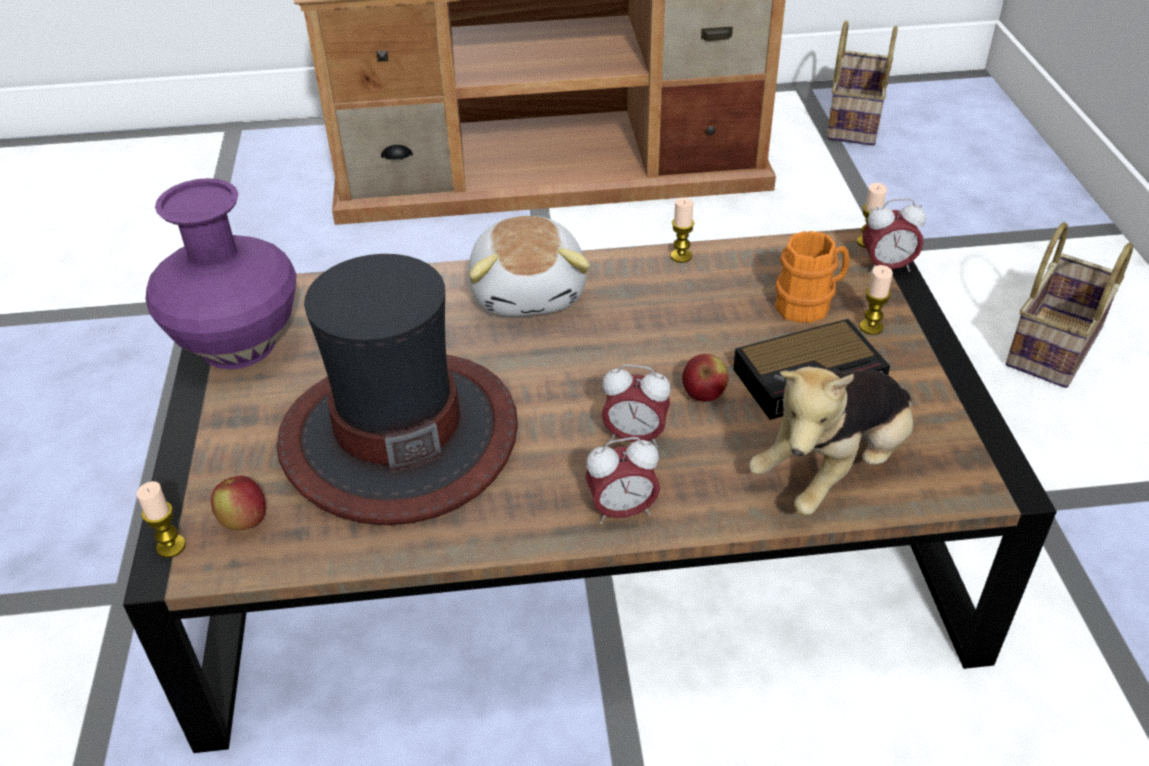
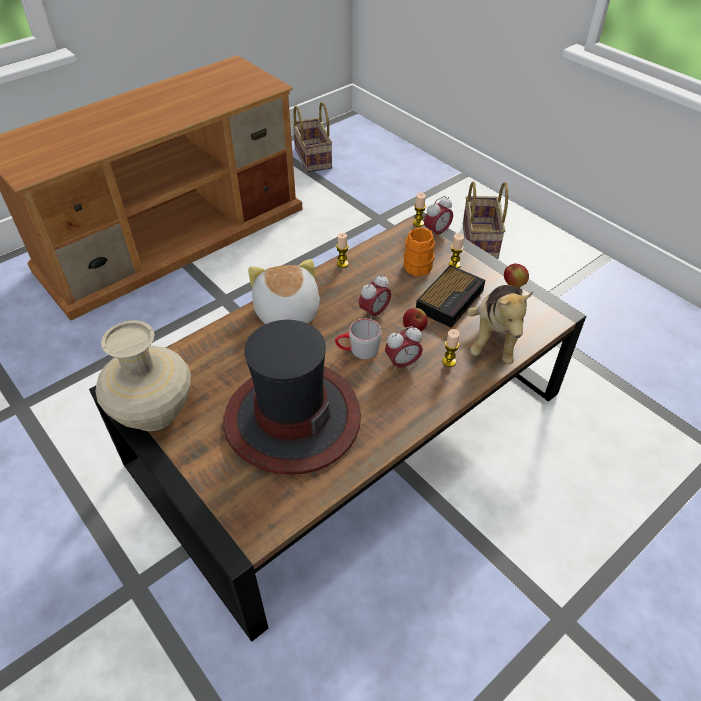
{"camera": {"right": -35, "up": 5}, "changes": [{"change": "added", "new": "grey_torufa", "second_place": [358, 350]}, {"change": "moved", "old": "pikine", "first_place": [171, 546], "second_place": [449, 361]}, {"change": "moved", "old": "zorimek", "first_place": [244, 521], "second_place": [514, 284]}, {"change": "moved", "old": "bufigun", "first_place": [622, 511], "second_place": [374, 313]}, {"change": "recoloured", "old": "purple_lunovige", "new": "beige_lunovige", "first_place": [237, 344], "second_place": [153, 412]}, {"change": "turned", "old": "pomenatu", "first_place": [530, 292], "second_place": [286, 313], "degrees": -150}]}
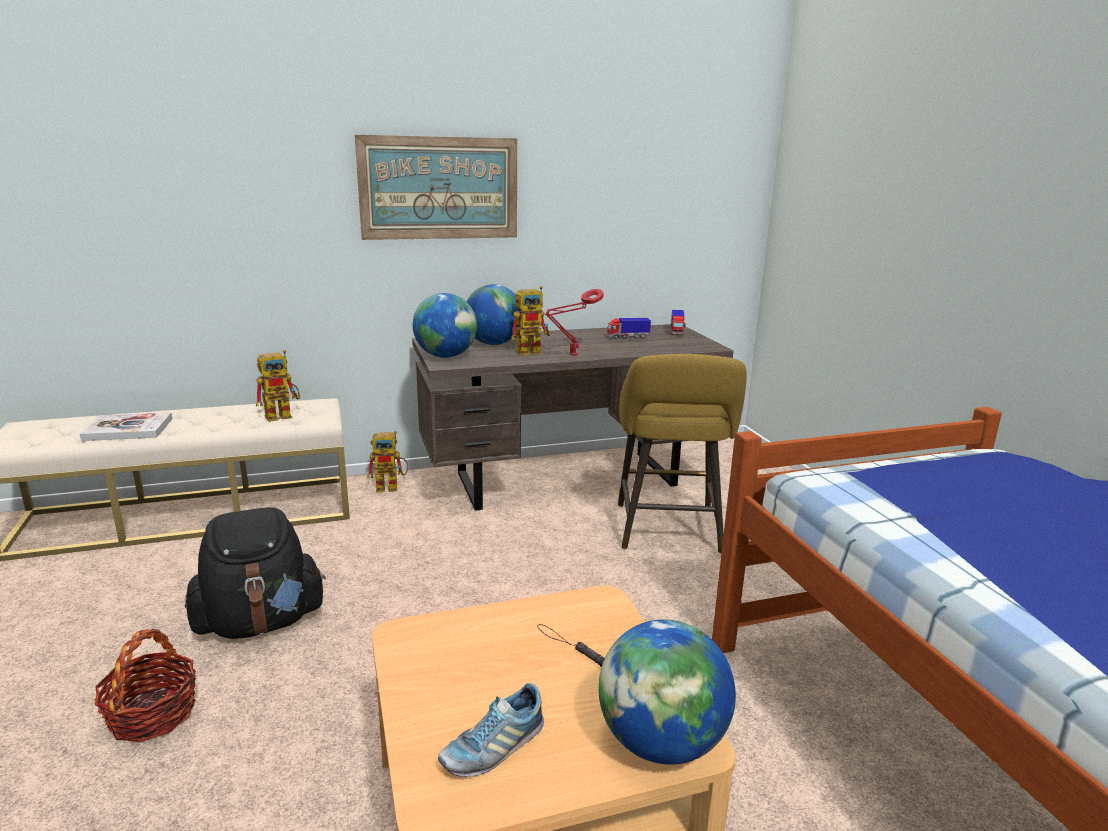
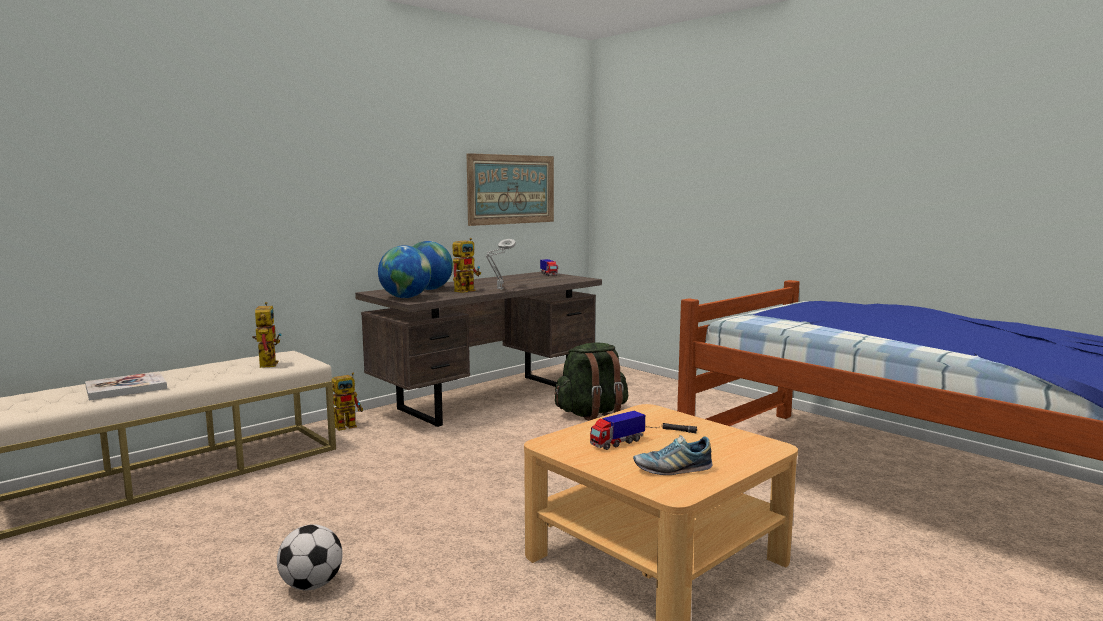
{"camera": {"right": -25, "up": -10}, "changes": [{"change": "removed", "old": "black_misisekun", "first_place": [261, 623]}, {"change": "removed", "old": "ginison", "first_place": [661, 743]}, {"change": "moved", "old": "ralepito", "first_place": [439, 188], "second_place": [511, 189]}, {"change": "moved", "old": "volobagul", "first_place": [627, 337], "second_place": [616, 443]}, {"change": "replaced", "old": "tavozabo", "new": "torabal", "first_place": [152, 714], "second_place": [311, 585]}, {"change": "replaced", "old": "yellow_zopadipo", "new": "green_misisekun", "first_place": [668, 532], "second_place": [592, 413]}, {"change": "recoloured", "old": "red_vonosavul", "new": "grey_vonosavul", "first_place": [572, 355], "second_place": [499, 289]}, {"change": "turned", "old": "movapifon", "first_place": [283, 415], "second_place": [267, 363], "degrees": -45}, {"change": "turned", "old": "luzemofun", "first_place": [493, 748], "second_place": [672, 469], "degrees": 60}]}
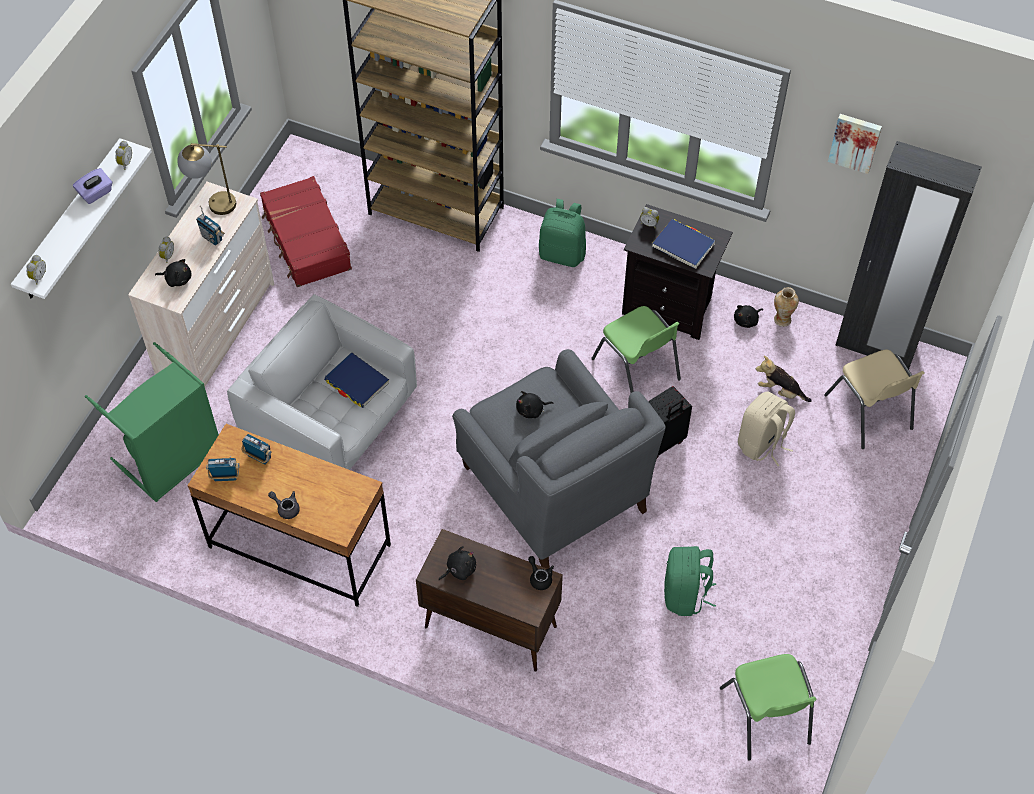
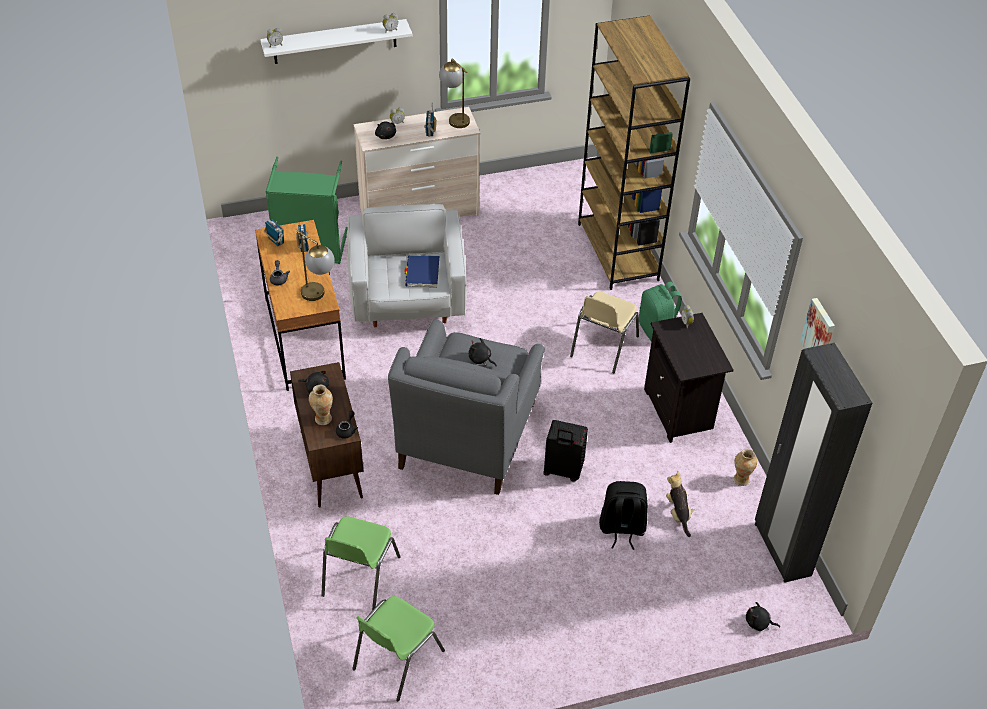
{"camera": {"right": 50, "up": -10}, "changes": [{"change": "removed", "old": "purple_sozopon", "first_place": [96, 193]}, {"change": "removed", "old": "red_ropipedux", "first_place": [306, 240]}, {"change": "removed", "old": "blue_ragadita", "first_place": [683, 245]}, {"change": "removed", "old": "green_misisekun", "first_place": [685, 594]}, {"change": "added", "new": "vonosavul", "second_place": [319, 296]}, {"change": "added", "new": "lunovige", "second_place": [323, 418]}, {"change": "moved", "old": "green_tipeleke", "first_place": [637, 370], "second_place": [359, 577]}, {"change": "moved", "old": "black_pomenatu", "first_place": [747, 320], "second_place": [758, 623]}, {"change": "moved", "old": "beige_tipeleke", "first_place": [869, 413], "second_place": [602, 347]}, {"change": "recoloured", "old": "beige_misisekun", "new": "black_misisekun", "first_place": [762, 444], "second_place": [621, 528]}]}
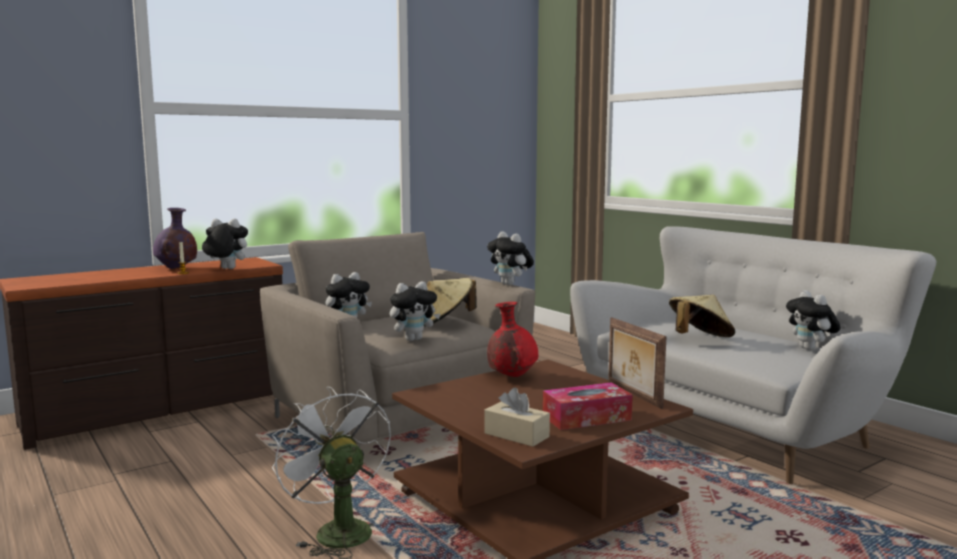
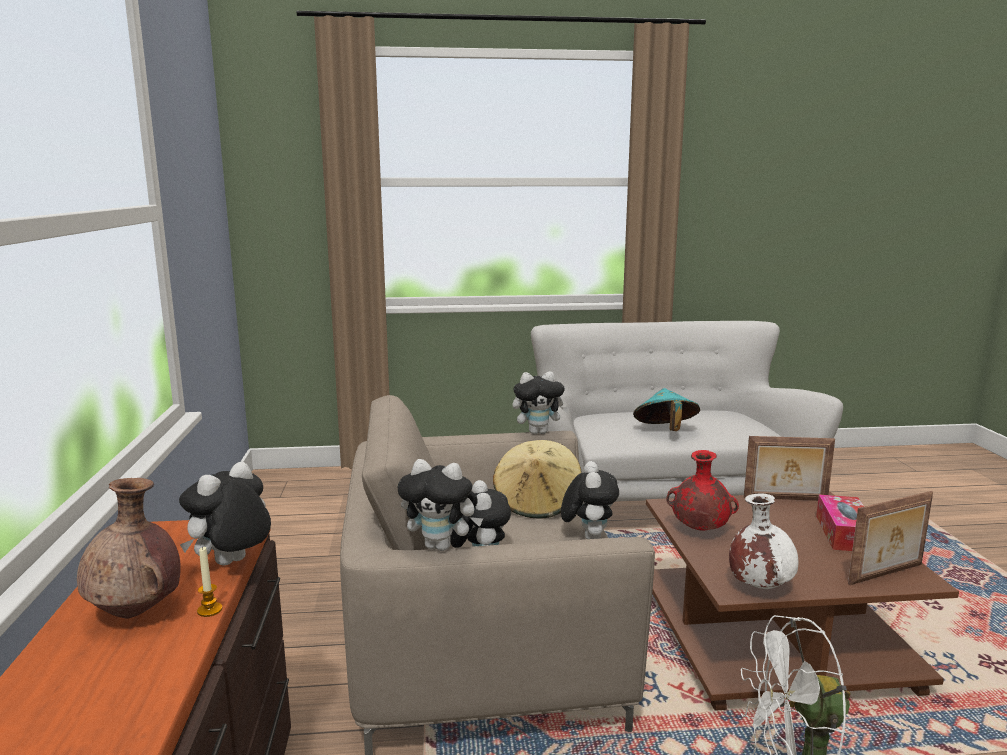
{"camera": {"right": -60, "up": 5}, "changes": [{"change": "added", "new": "white_lunovige", "second_place": [759, 586]}, {"change": "moved", "old": "pomenatu", "first_place": [810, 349], "second_place": [441, 546]}, {"change": "replaced", "old": "beige_sozopon", "new": "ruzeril", "first_place": [516, 435], "second_place": [887, 575]}, {"change": "recoloured", "old": "purple_lunovige", "new": "brown_lunovige", "first_place": [176, 268], "second_place": [137, 612]}, {"change": "recoloured", "old": "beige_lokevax", "new": "turquoise_lokevax", "first_place": [699, 339], "second_place": [665, 431]}]}
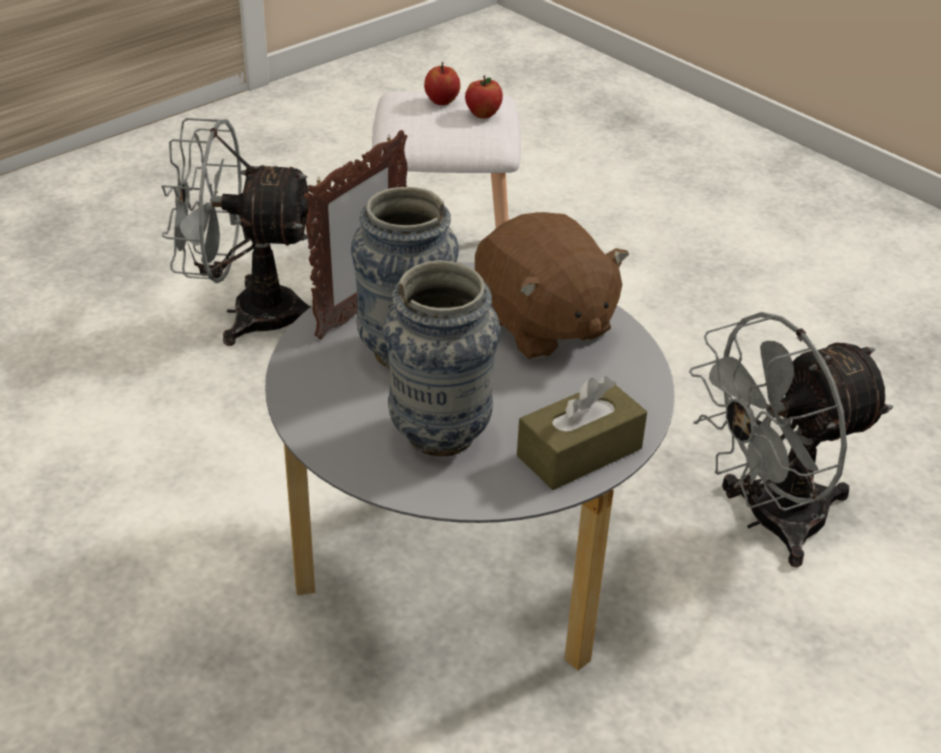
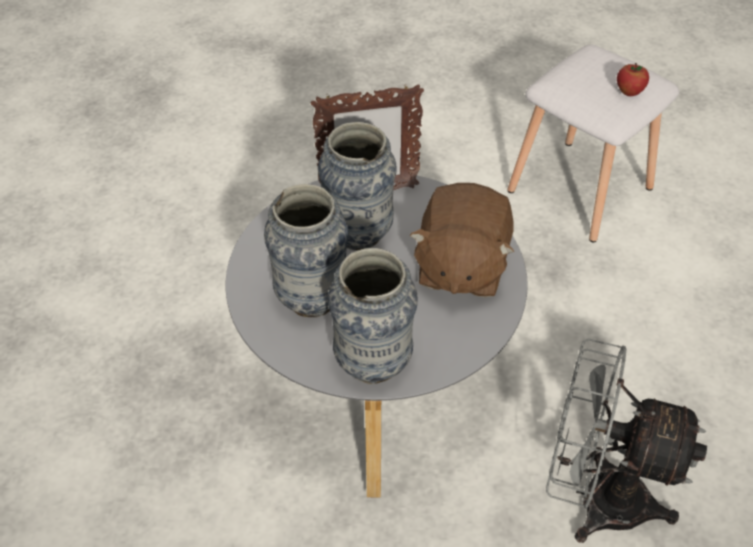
{"camera": {"right": 45, "up": 10}, "changes": [{"change": "removed", "old": "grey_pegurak", "first_place": [247, 314]}, {"change": "removed", "old": "zorimek", "first_place": [442, 101]}, {"change": "replaced", "old": "brown_sozopon", "new": "lunovige", "first_place": [579, 452], "second_place": [373, 363]}]}
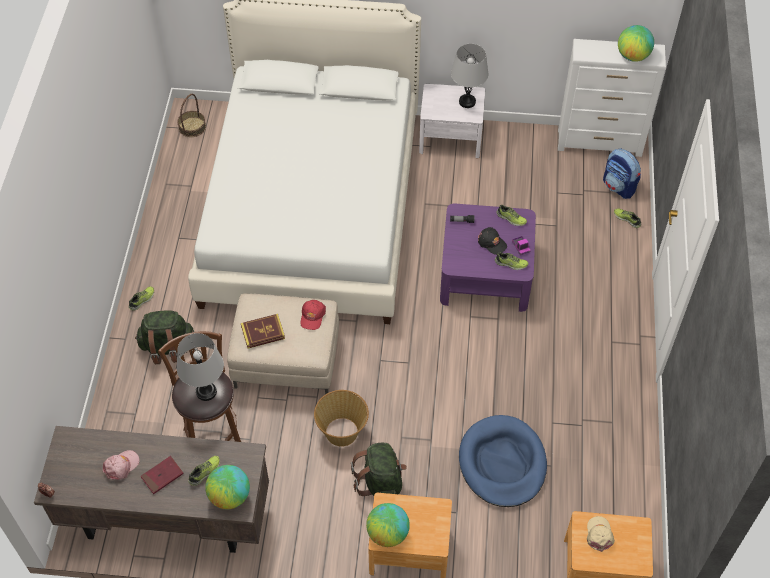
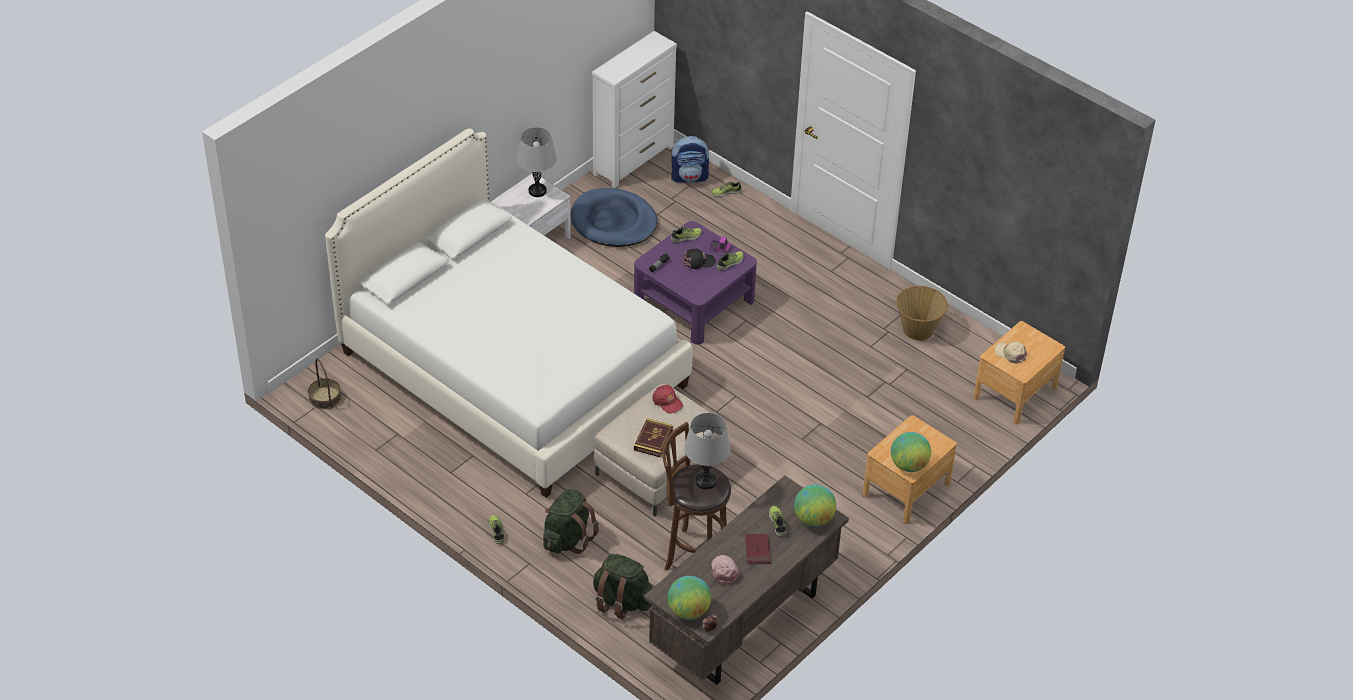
{"camera": {"right": -55, "up": -10}, "changes": [{"change": "moved", "old": "tavozabo", "first_place": [342, 431], "second_place": [918, 329]}, {"change": "moved", "old": "green_misisekun", "first_place": [381, 483], "second_place": [622, 601]}, {"change": "moved", "old": "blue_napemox", "first_place": [502, 463], "second_place": [613, 222]}, {"change": "moved", "old": "ginison", "first_place": [633, 56], "second_place": [688, 611]}]}
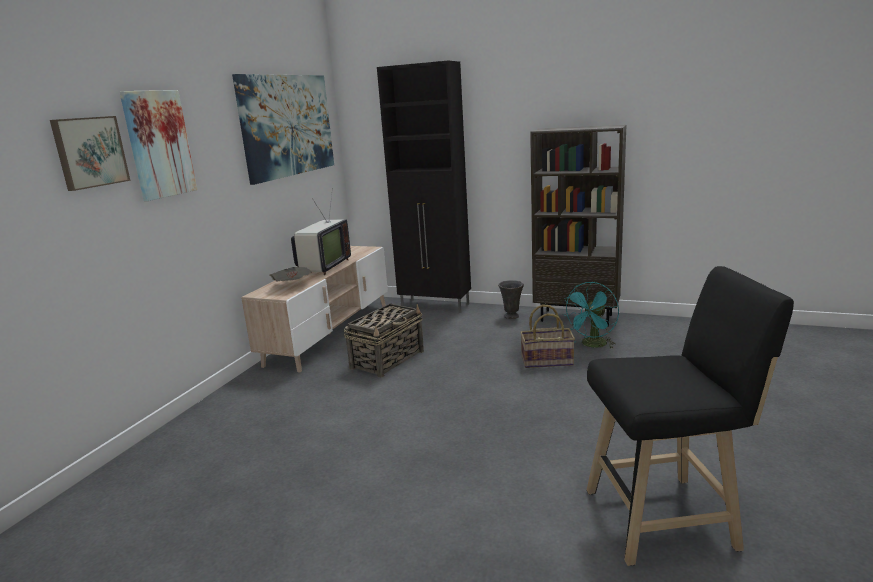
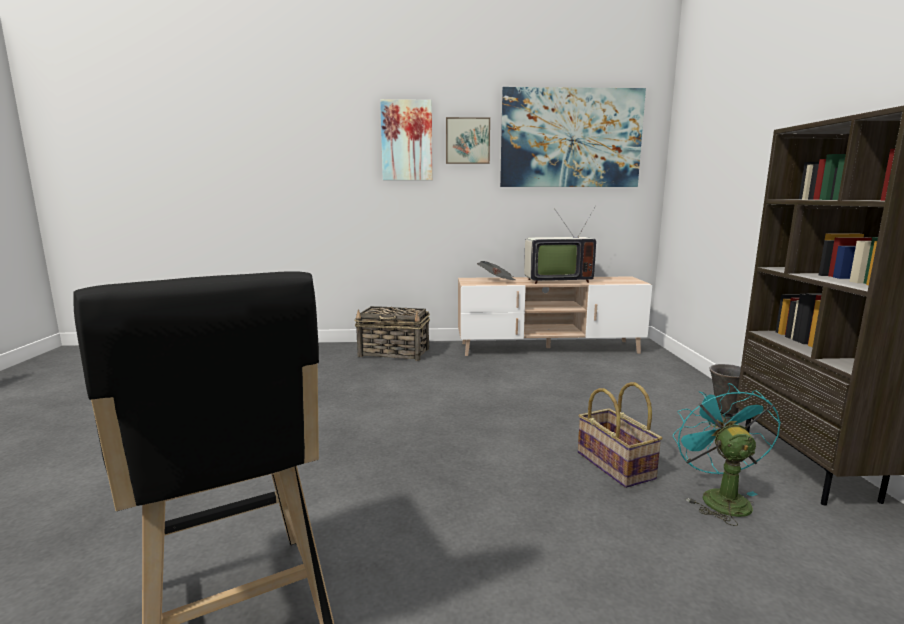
{"camera": {"right": 65, "up": -5}, "changes": [{"change": "removed", "old": "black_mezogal", "first_place": [436, 306]}, {"change": "moved", "old": "ralepito", "first_place": [89, 152], "second_place": [467, 141]}, {"change": "moved", "old": "tavozabo", "first_place": [388, 359], "second_place": [394, 353]}, {"change": "turned", "old": "turquoise_pegurak", "first_place": [592, 345], "second_place": [718, 497], "degrees": 75}]}
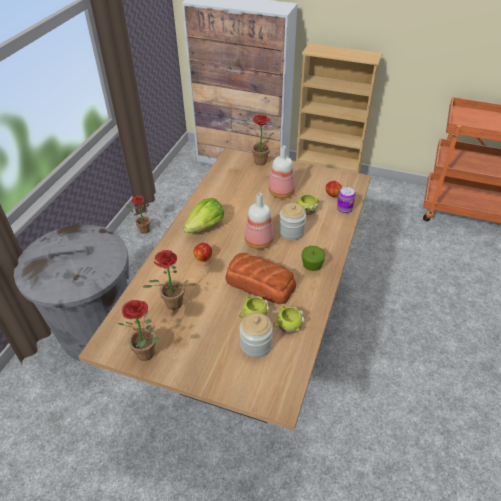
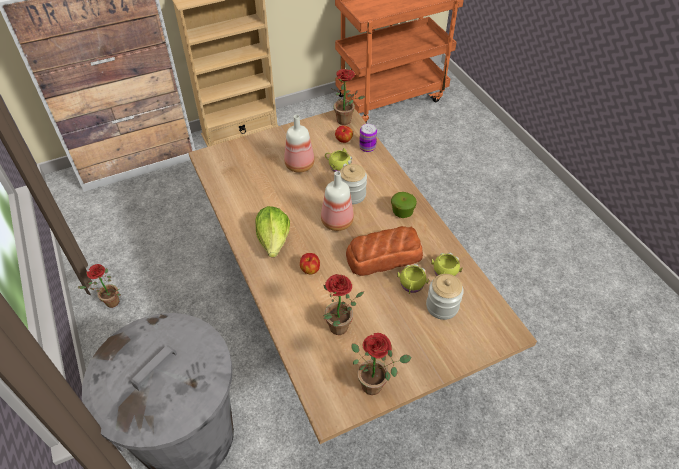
{"camera": {"right": -45, "up": 5}, "changes": [{"change": "moved", "old": "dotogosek", "first_place": [262, 163], "second_place": [347, 121]}]}
